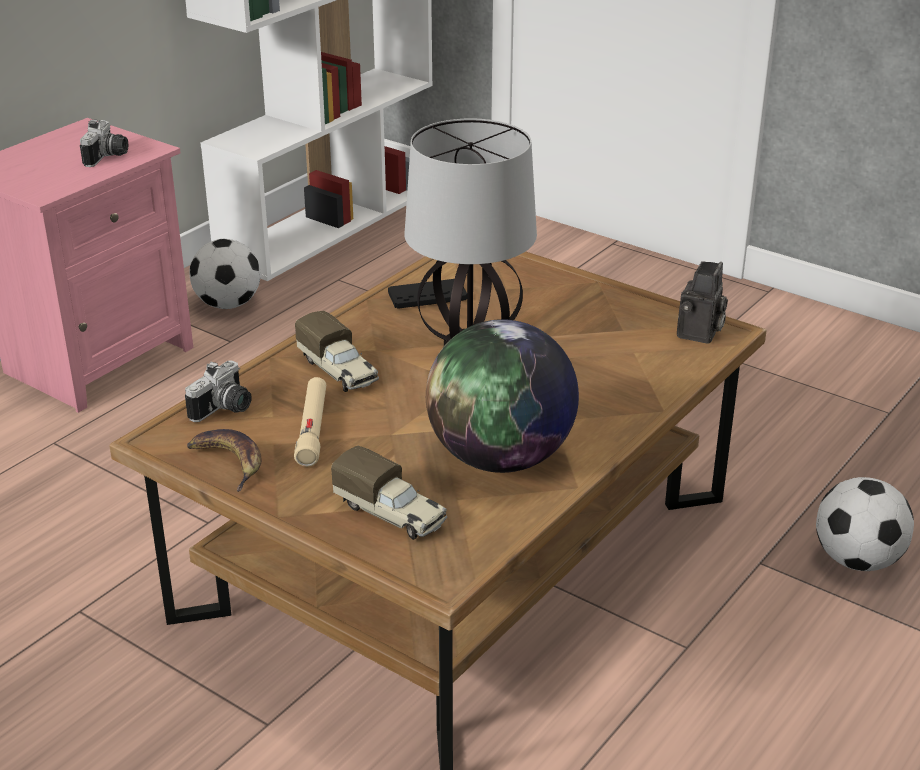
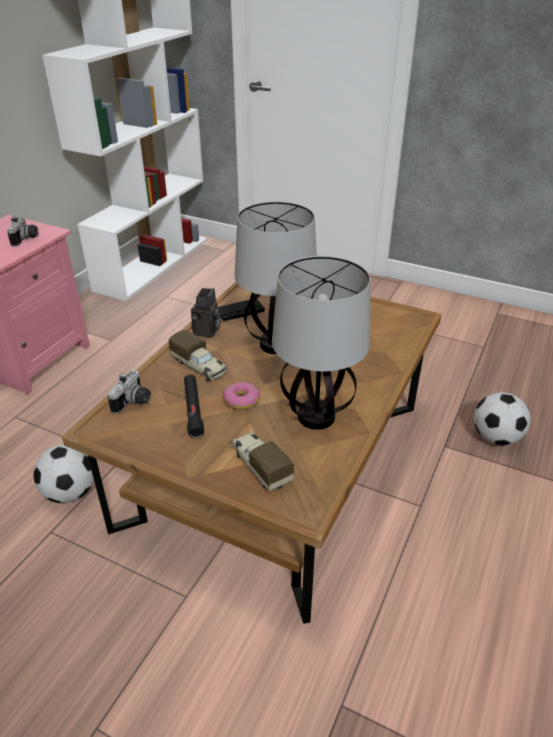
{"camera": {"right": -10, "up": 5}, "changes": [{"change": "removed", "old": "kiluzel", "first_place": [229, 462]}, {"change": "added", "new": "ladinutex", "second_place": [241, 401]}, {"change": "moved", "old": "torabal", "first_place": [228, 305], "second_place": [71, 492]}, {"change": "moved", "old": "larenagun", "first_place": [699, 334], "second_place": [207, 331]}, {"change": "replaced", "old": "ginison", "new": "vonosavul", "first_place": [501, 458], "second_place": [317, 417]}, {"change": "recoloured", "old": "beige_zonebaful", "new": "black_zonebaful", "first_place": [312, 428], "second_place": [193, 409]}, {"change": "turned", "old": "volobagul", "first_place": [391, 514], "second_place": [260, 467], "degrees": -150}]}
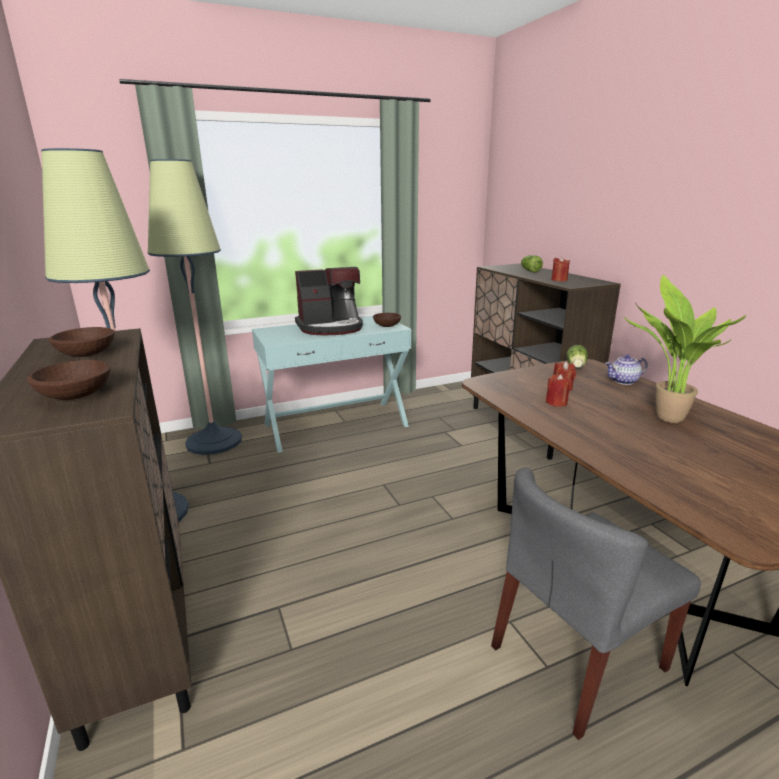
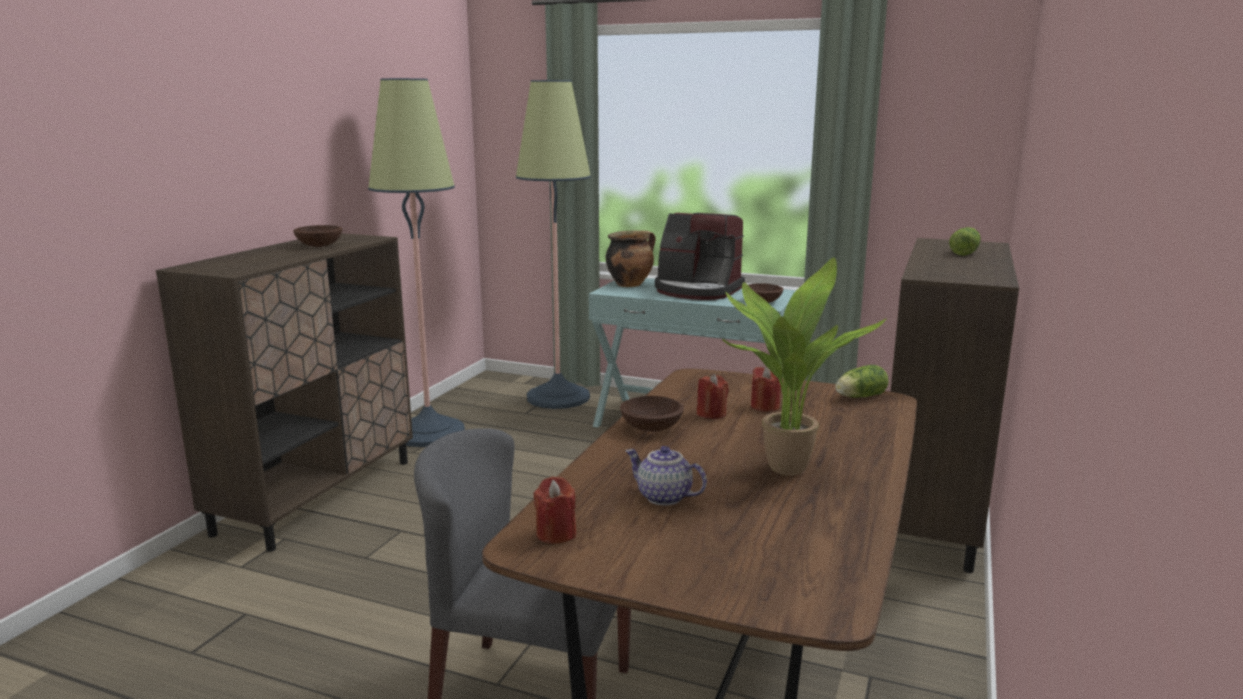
{"camera": {"right": 45, "up": -5}, "changes": [{"change": "added", "new": "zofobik", "second_place": [630, 284]}, {"change": "moved", "old": "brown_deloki", "first_place": [77, 395], "second_place": [652, 428]}, {"change": "moved", "old": "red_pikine", "first_place": [559, 280], "second_place": [556, 534]}, {"change": "moved", "old": "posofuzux", "first_place": [623, 381], "second_place": [663, 497]}]}
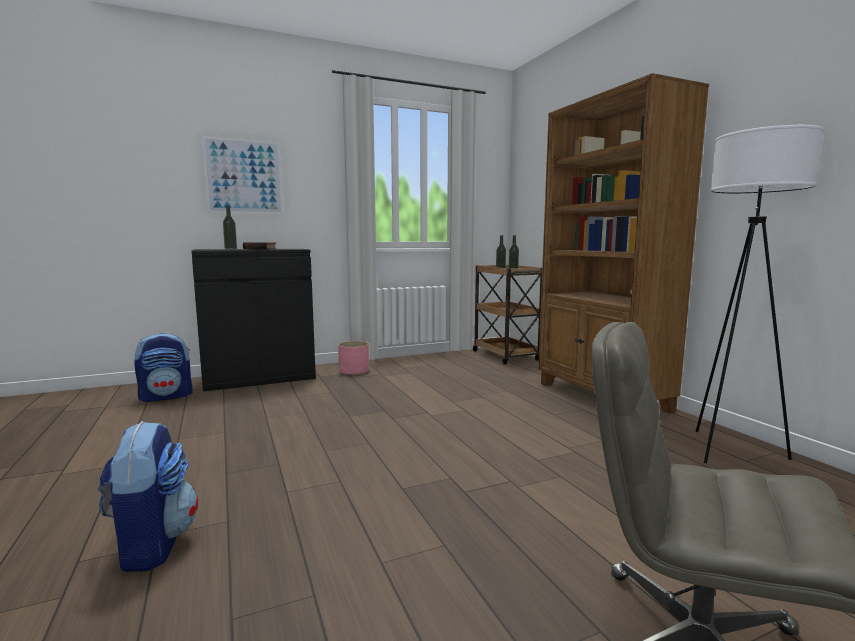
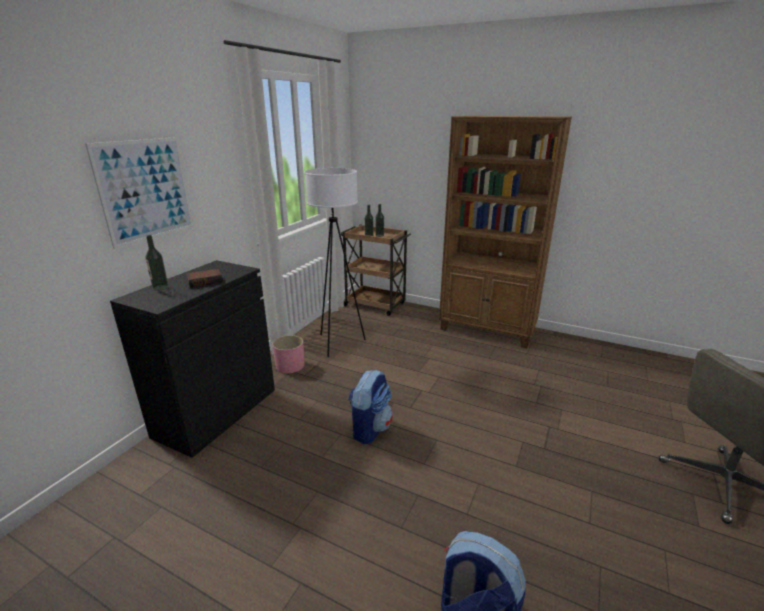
{"camera": {"right": -40, "up": 15}, "changes": [{"change": "moved", "old": "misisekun", "first_place": [167, 396], "second_place": [370, 428]}, {"change": "moved", "old": "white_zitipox", "first_place": [730, 451], "second_place": [339, 343]}]}
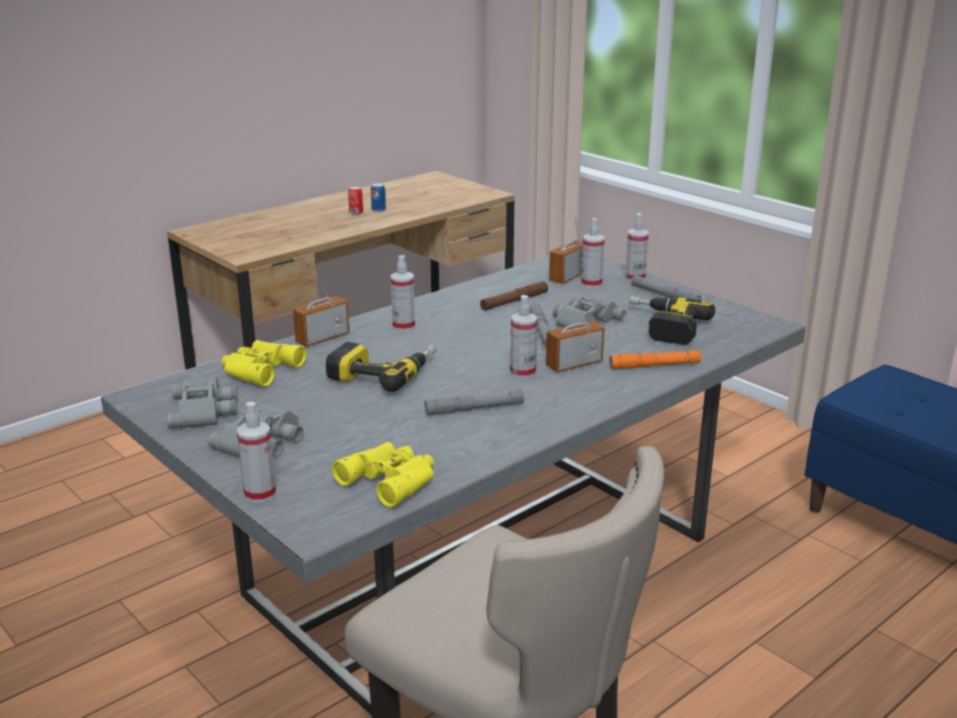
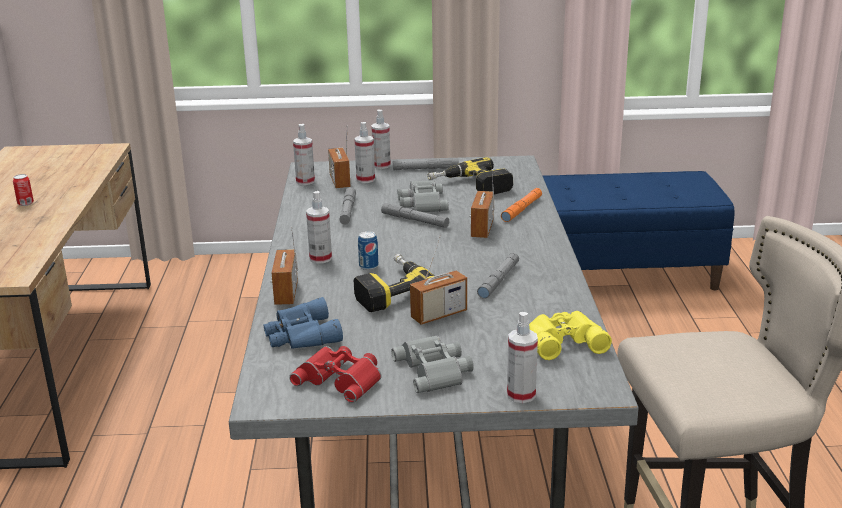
{"camera": {"right": -50, "up": 0}, "changes": [{"change": "added", "new": "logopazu", "second_place": [439, 315]}, {"change": "moved", "old": "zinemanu", "first_place": [378, 210], "second_place": [368, 266]}, {"change": "moved", "old": "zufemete", "first_place": [523, 372], "second_place": [305, 181]}, {"change": "recoloured", "old": "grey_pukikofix", "new": "red_pukikofix", "first_place": [205, 410], "second_place": [341, 378]}, {"change": "recoloured", "old": "yellow_pukikofix", "new": "blue_pukikofix", "first_place": [258, 369], "second_place": [301, 335]}, {"change": "recoloured", "old": "brown_zonebaful", "new": "grey_zonebaful", "first_place": [514, 301], "second_place": [348, 210]}]}
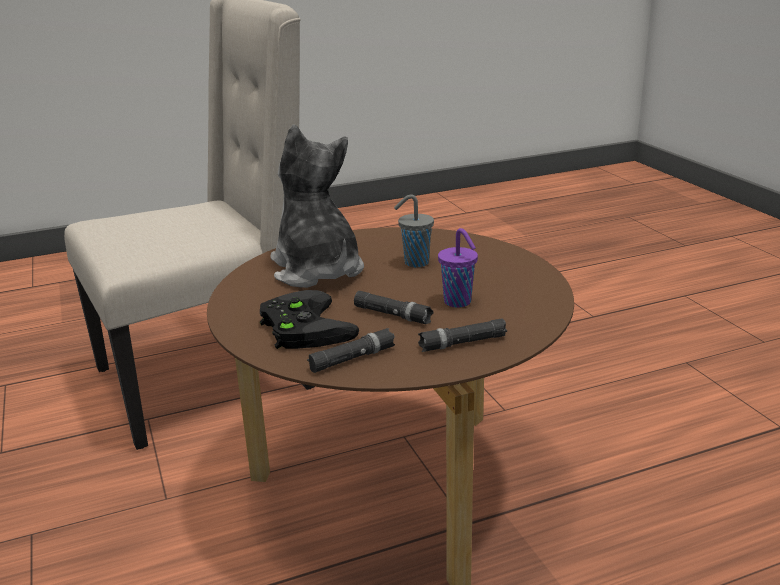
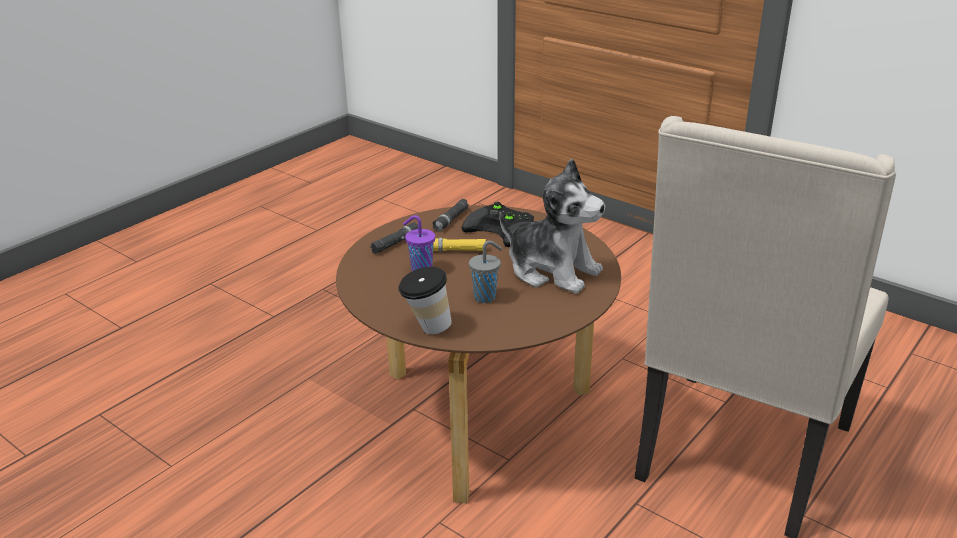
{"camera": {"right": 150, "up": 5}, "changes": [{"change": "added", "new": "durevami", "second_place": [426, 328]}, {"change": "recoloured", "old": "black_zonebaful", "new": "yellow_zonebaful", "first_place": [393, 315], "second_place": [456, 250]}]}
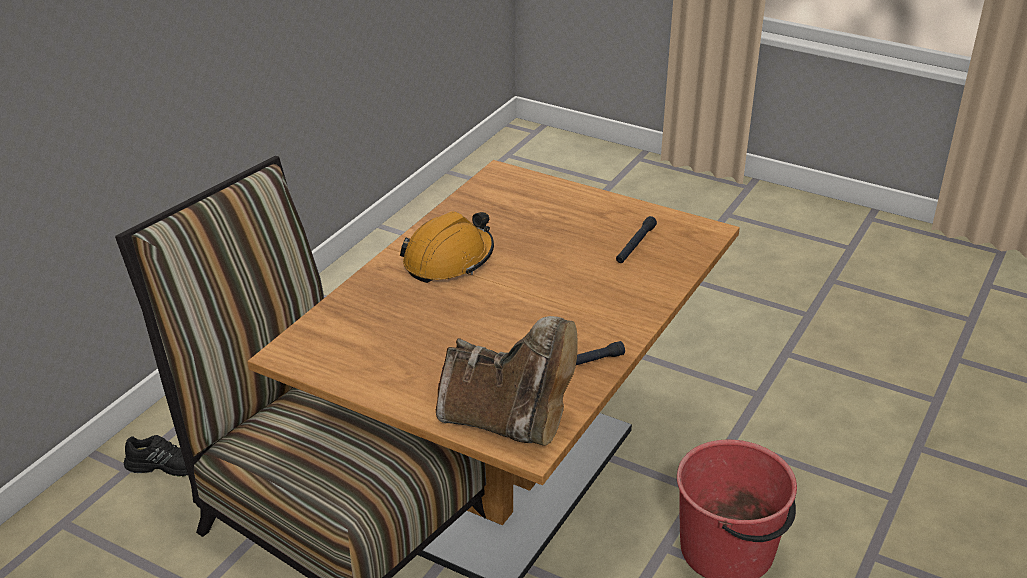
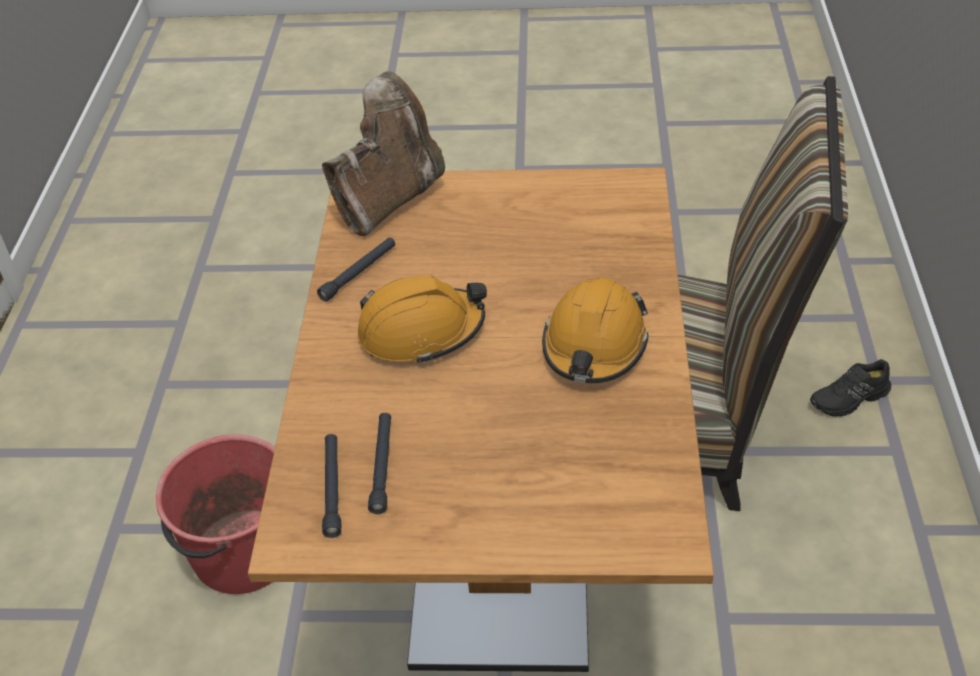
{"camera": {"right": 155, "up": 10}, "changes": [{"change": "added", "new": "black_zonebaful", "second_place": [332, 488]}, {"change": "added", "new": "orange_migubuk", "second_place": [421, 331]}, {"change": "turned", "old": "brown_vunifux", "first_place": [508, 423], "second_place": [389, 198], "degrees": 135}]}
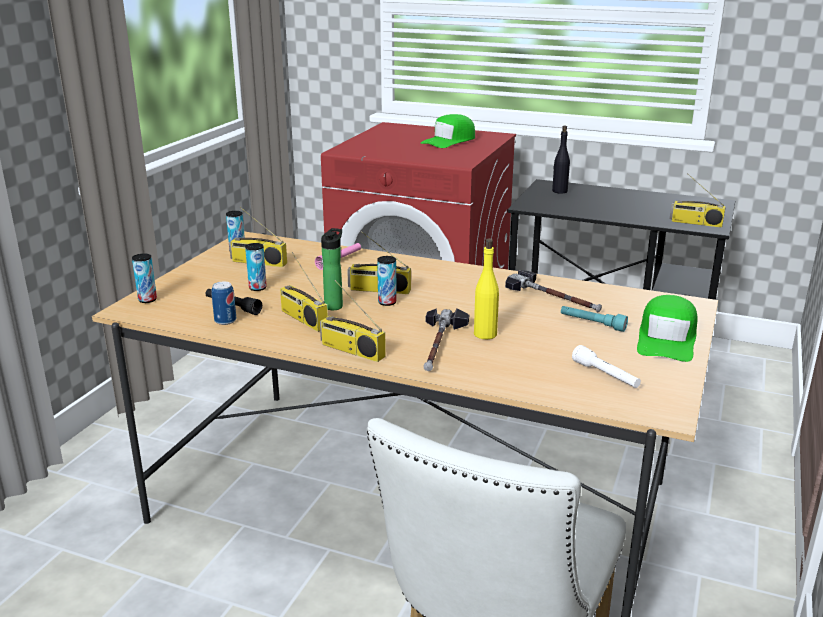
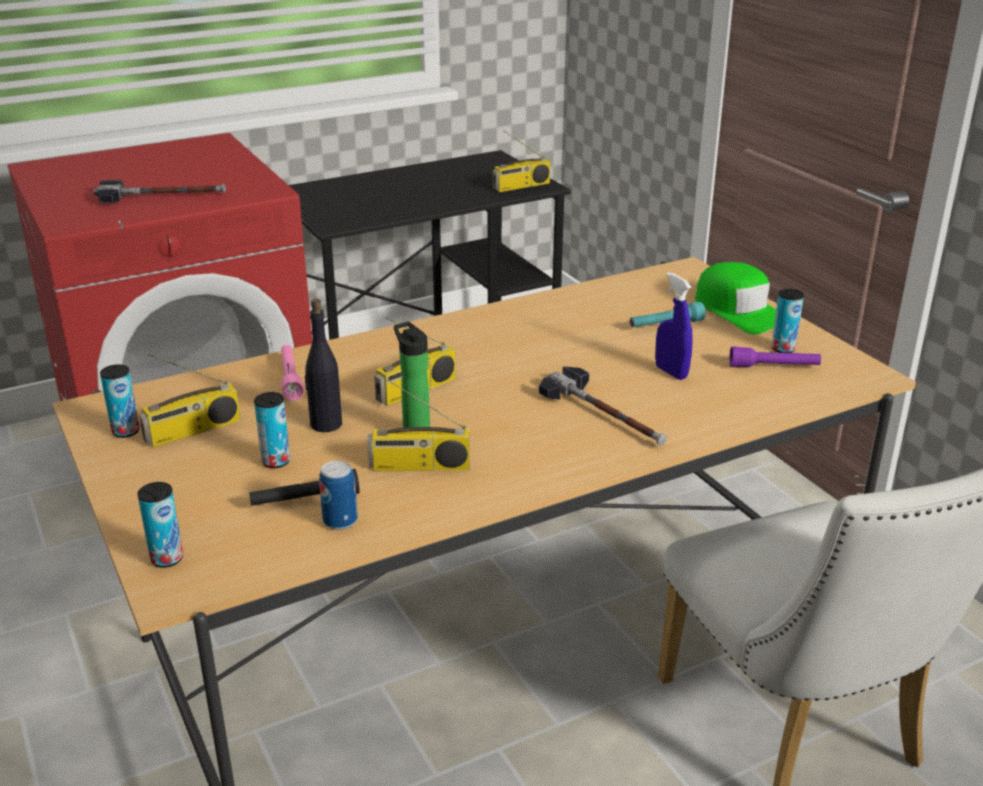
{"camera": {"right": -50, "up": 5}, "changes": [{"change": "removed", "old": "logopazu", "first_place": [351, 350]}, {"change": "removed", "old": "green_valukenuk", "first_place": [449, 141]}, {"change": "removed", "old": "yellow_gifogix", "first_place": [485, 334]}, {"change": "added", "new": "blue_zufemete", "second_place": [671, 372]}, {"change": "moved", "old": "zinemanu", "first_place": [387, 302], "second_place": [783, 349]}, {"change": "moved", "old": "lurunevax", "first_place": [553, 297], "second_place": [161, 196]}, {"change": "moved", "old": "black_gifogix", "first_place": [559, 191], "second_place": [325, 424]}, {"change": "recoloured", "old": "white_zonebaful", "new": "purple_zonebaful", "first_place": [605, 375], "second_place": [774, 367]}]}
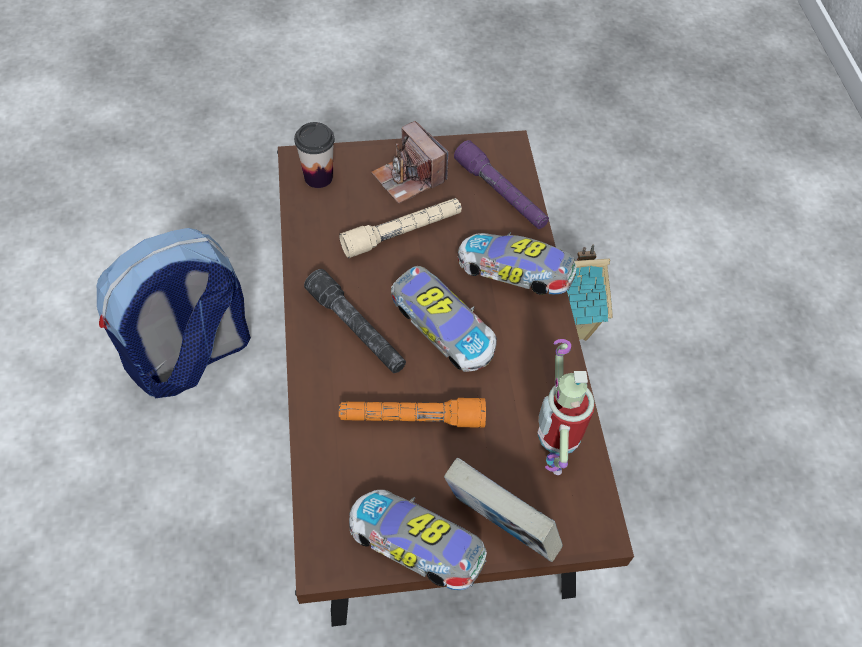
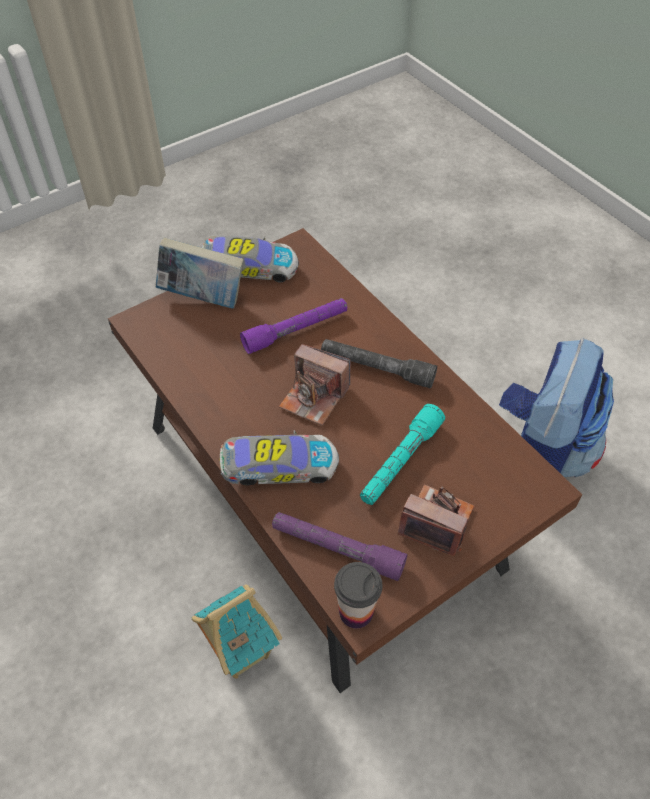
{"camera": {"right": 155, "up": -5}, "changes": [{"change": "removed", "old": "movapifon", "first_place": [549, 456]}, {"change": "moved", "old": "durevami", "first_place": [318, 177], "second_place": [356, 612]}, {"change": "replaced", "old": "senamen", "new": "larenagun", "first_place": [440, 328], "second_place": [314, 397]}, {"change": "recoloured", "old": "beige_zonebaful", "new": "turquoise_zonebaful", "first_place": [402, 233], "second_place": [400, 461]}, {"change": "recoloured", "old": "orange_zonebaful", "new": "purple_zonebaful", "first_place": [411, 418], "second_place": [296, 331]}]}
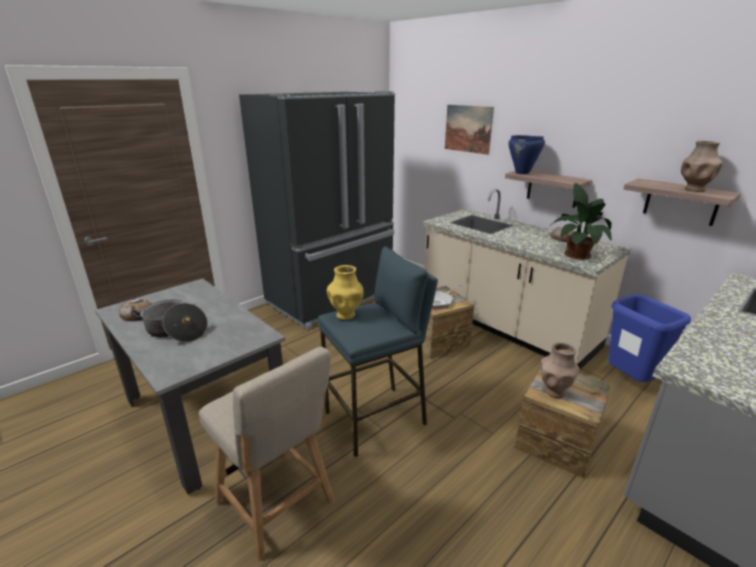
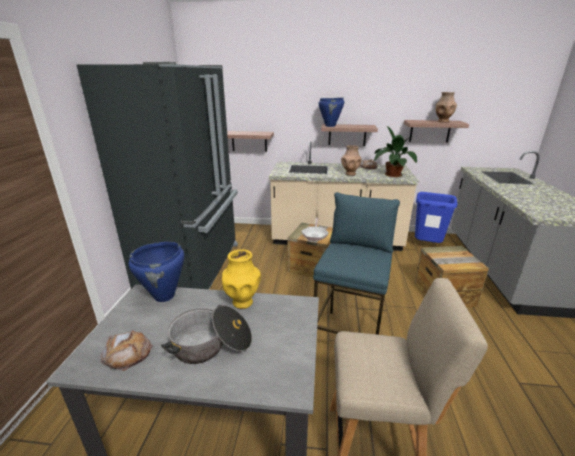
{"camera": {"right": -40, "up": 0}, "changes": [{"change": "removed", "old": "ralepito", "first_place": [468, 129]}, {"change": "added", "new": "blue_zofobik", "second_place": [165, 296]}, {"change": "added", "new": "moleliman", "second_place": [249, 141]}, {"change": "moved", "old": "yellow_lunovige", "first_place": [346, 315], "second_place": [242, 302]}, {"change": "moved", "old": "brown_lunovige", "first_place": [554, 391], "second_place": [350, 174]}]}
